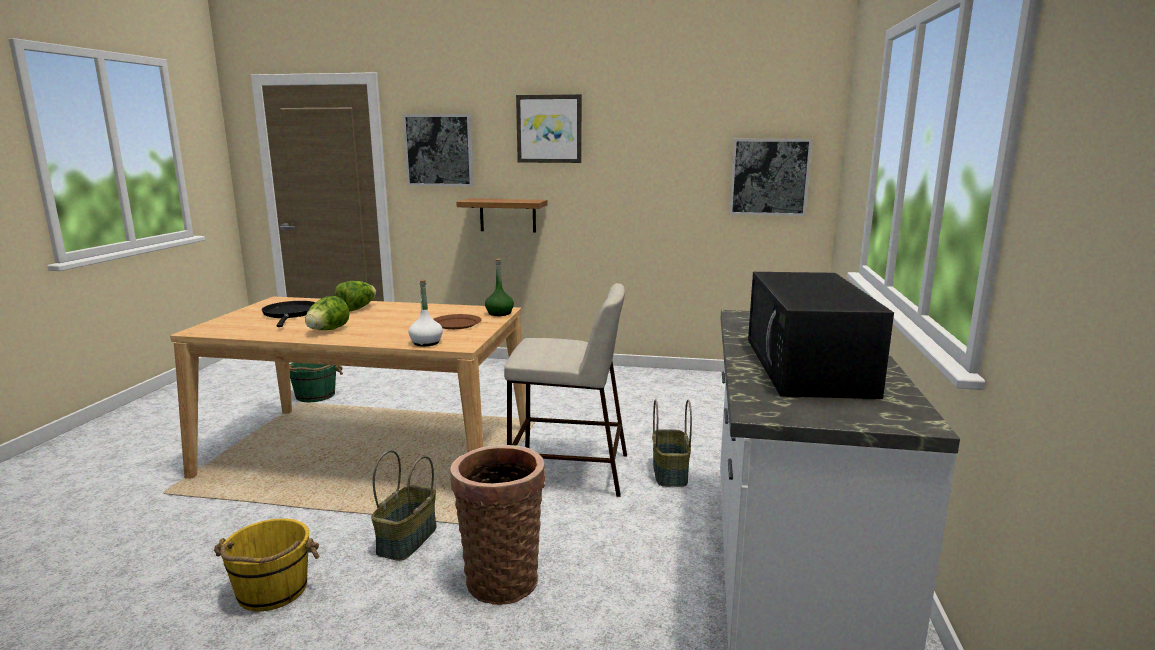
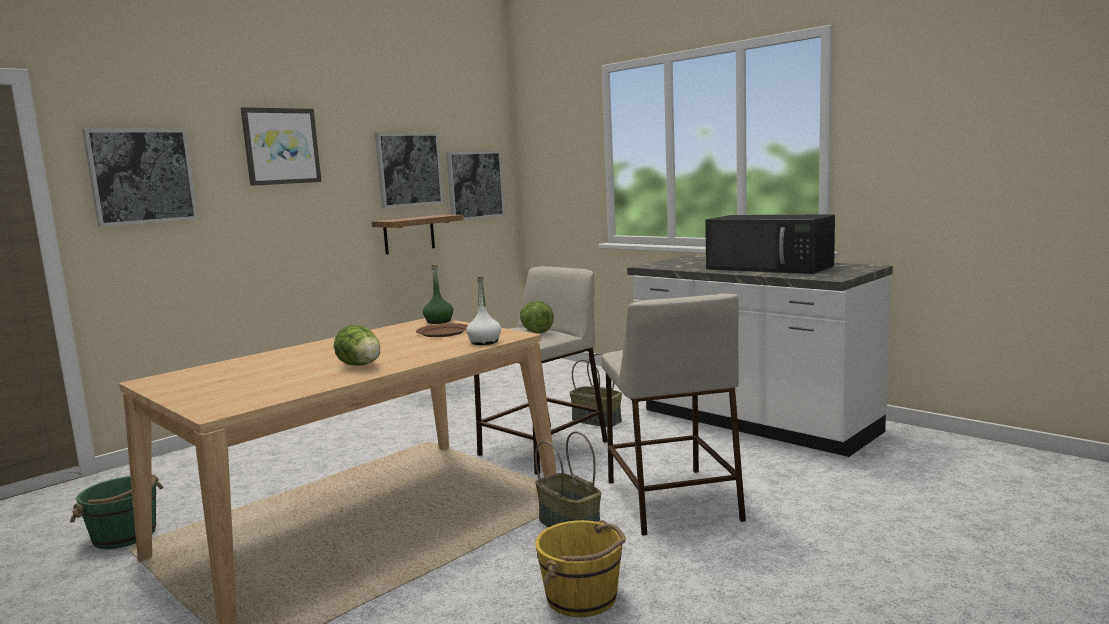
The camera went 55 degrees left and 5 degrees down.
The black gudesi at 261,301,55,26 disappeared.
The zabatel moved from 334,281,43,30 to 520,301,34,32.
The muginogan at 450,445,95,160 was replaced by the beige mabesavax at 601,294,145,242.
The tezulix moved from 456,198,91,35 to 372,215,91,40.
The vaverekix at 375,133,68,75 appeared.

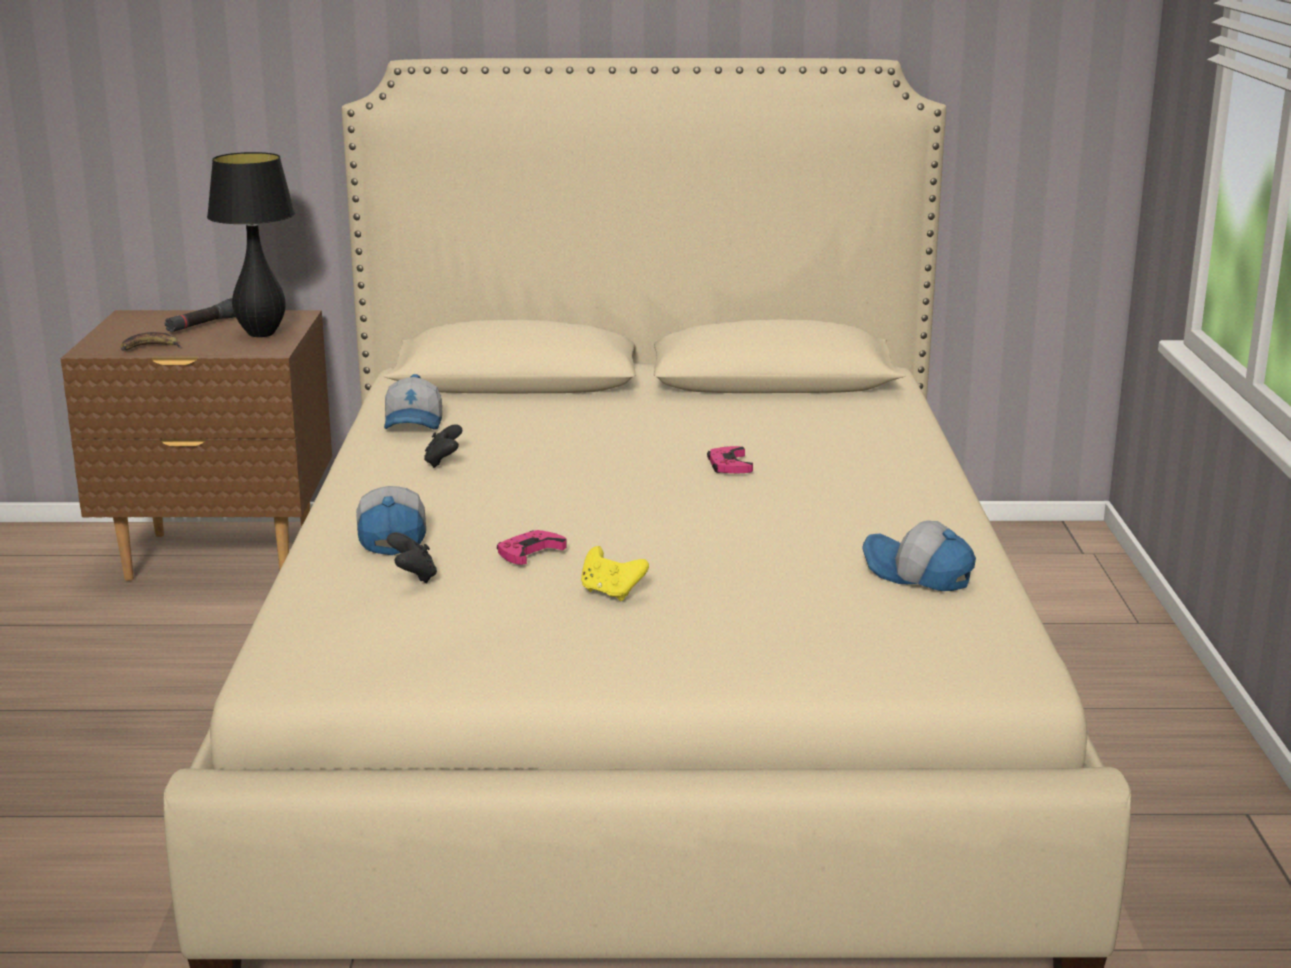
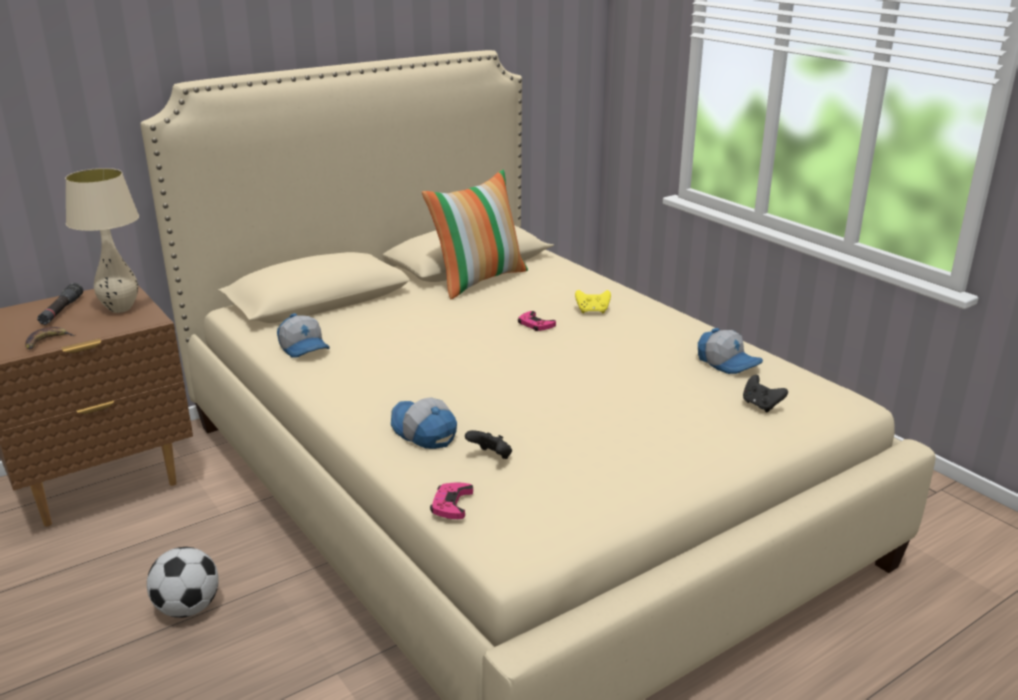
The camera went 35 degrees left and 5 degrees up.
The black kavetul at 207,152,88,185 became the beige kavetul at 65,168,74,145.
The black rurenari moved from 424,424,38,44 to 743,375,45,37.
The pink rurenari moved from 497,530,70,35 to 430,483,43,36.
The yellow rurenari moved from 581,546,68,55 to 575,290,36,24.
The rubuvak at 862,521,114,70 turned 135 degrees counterclockwise.
The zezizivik at 147,547,72,71 appeared.
The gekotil at 422,169,106,131 appeared.

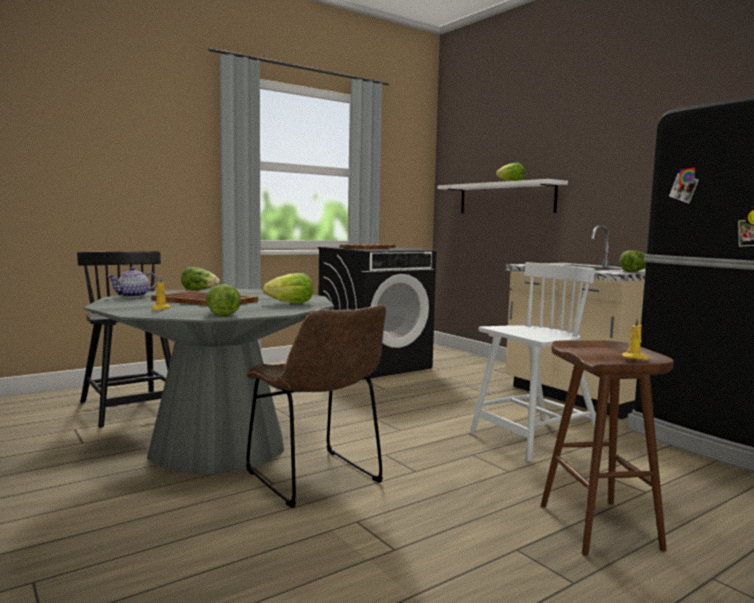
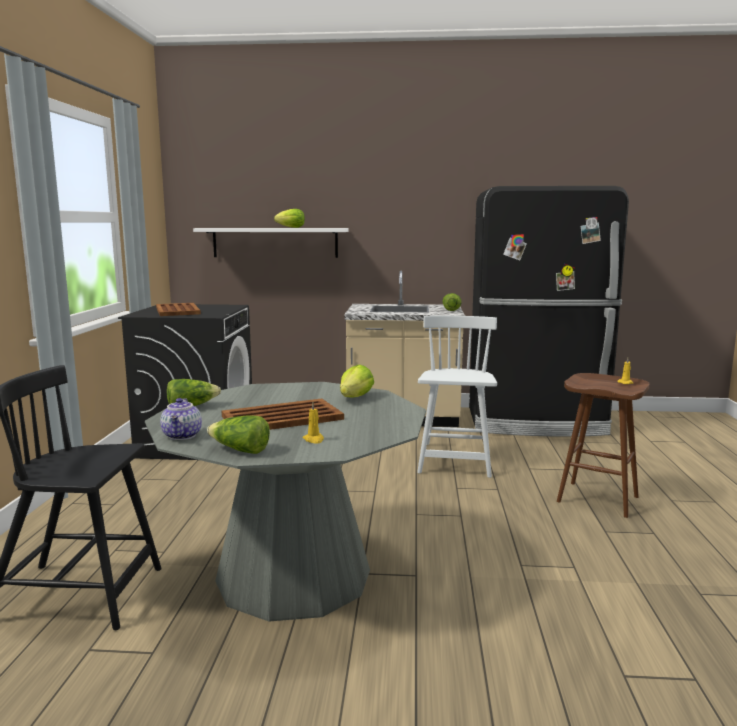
The camera went 50 degrees left and 5 degrees up.
The zabatel moved from 206,284,35,32 to 207,415,63,39.
The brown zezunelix at 246,305,140,203 disappeared.

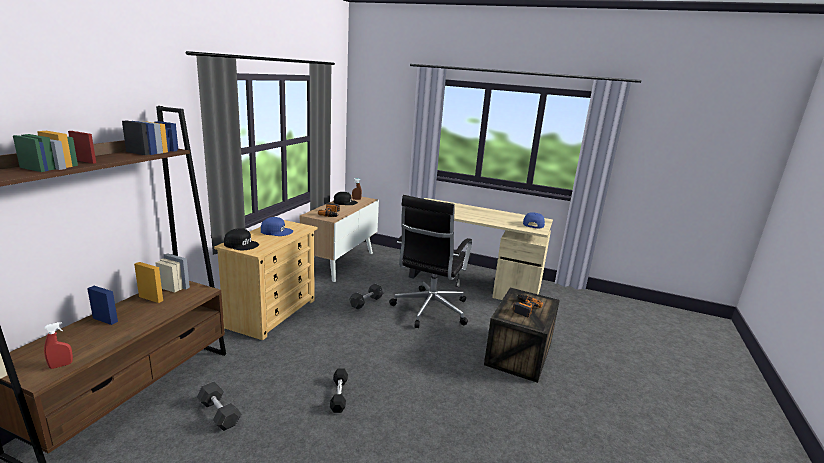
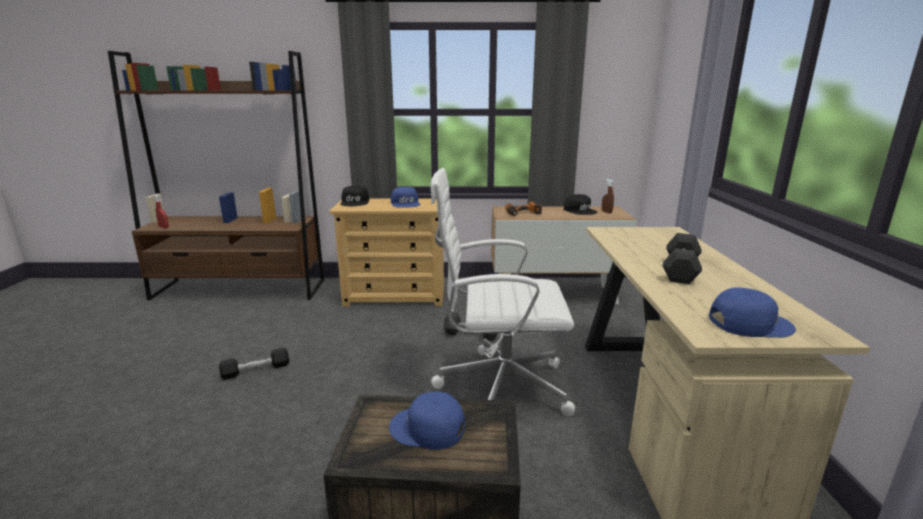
The camera went 70 degrees right and 0 degrees up.
The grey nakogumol moved from 197,381,44,50 to 663,233,39,51.
The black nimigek at 389,195,83,133 became the white nimigek at 431,168,144,248.
The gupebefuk at 512,294,31,23 was replaced by the blue rubuvak at 389,392,76,58.

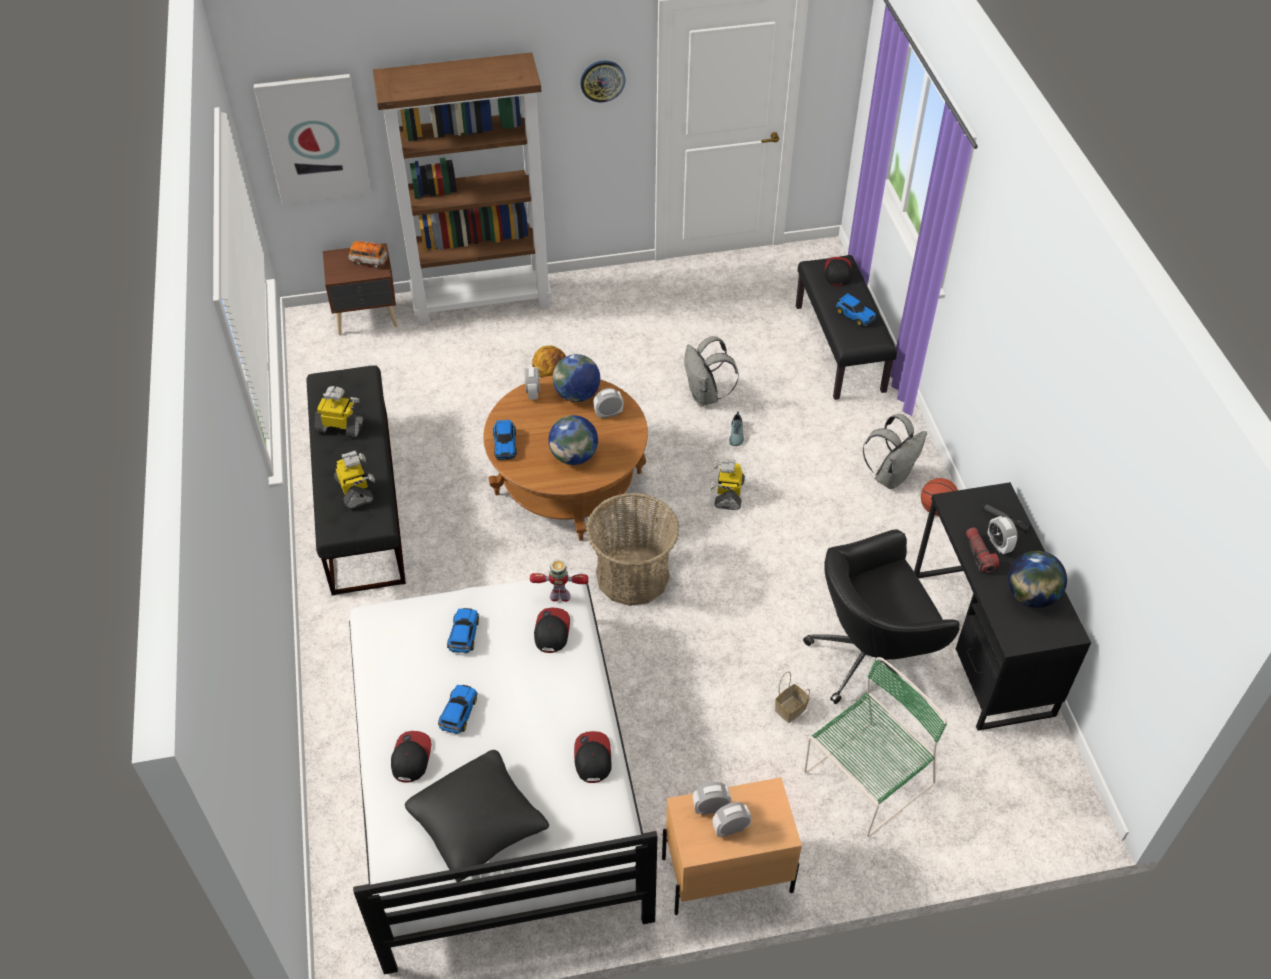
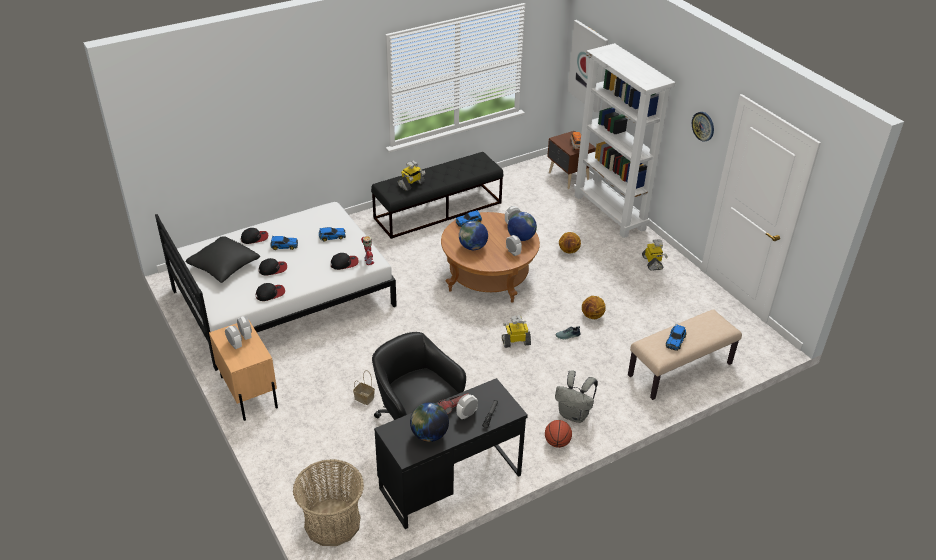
The camera went 70 degrees right and 10 degrees down.
The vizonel moved from 314,386,50,51 to 642,239,26,31.
The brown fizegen at 373,52,179,274 became the white fizegen at 574,43,101,195.
The muginogan moved from 586,493,93,113 to 293,459,71,87.
The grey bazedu at 684,336,55,70 was replaced by the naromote at 582,296,24,23.
The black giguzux at 796,255,101,145 became the beige giguzux at 628,309,114,91.
The green zezunelix at 804,657,143,180 disappeared.
The rubuvak moved from 825,257,27,29 to 259,258,28,18.

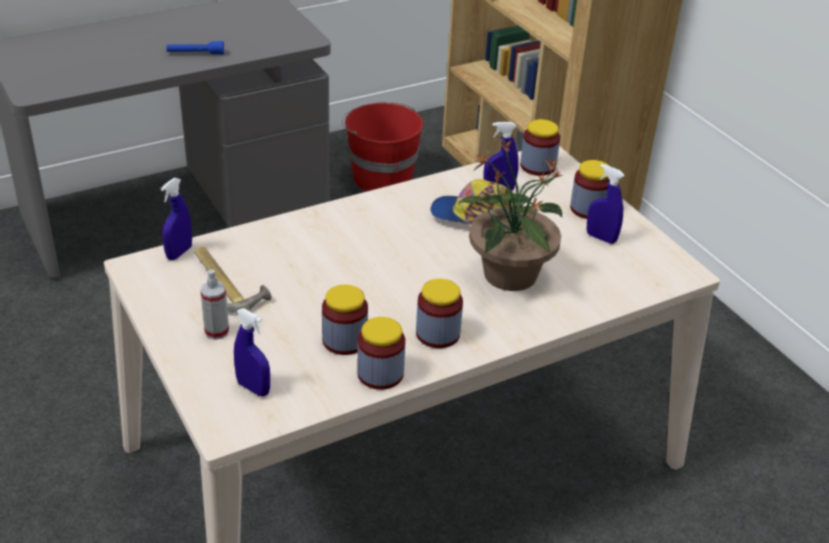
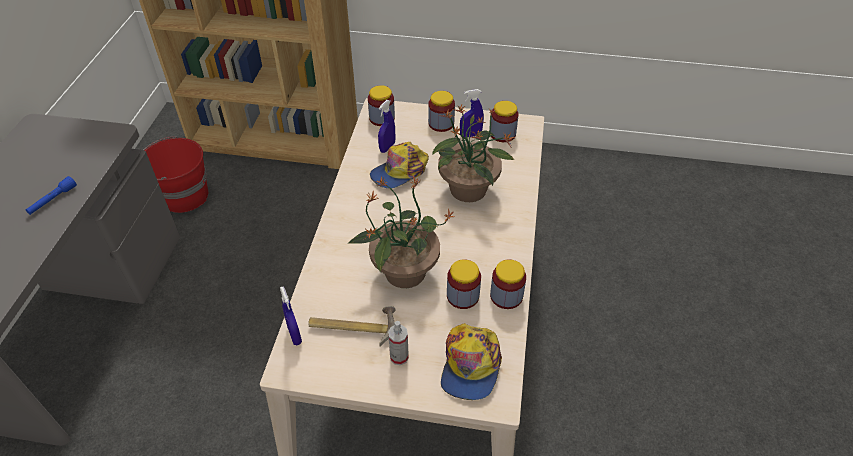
The camera went 50 degrees left and 10 degrees up.
The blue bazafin at 234,308,36,88 was replaced by the rubuvak at 441,323,61,77.
The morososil moved from 416,279,47,69 to 490,101,29,41.
The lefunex at 347,176,107,112 appeared.

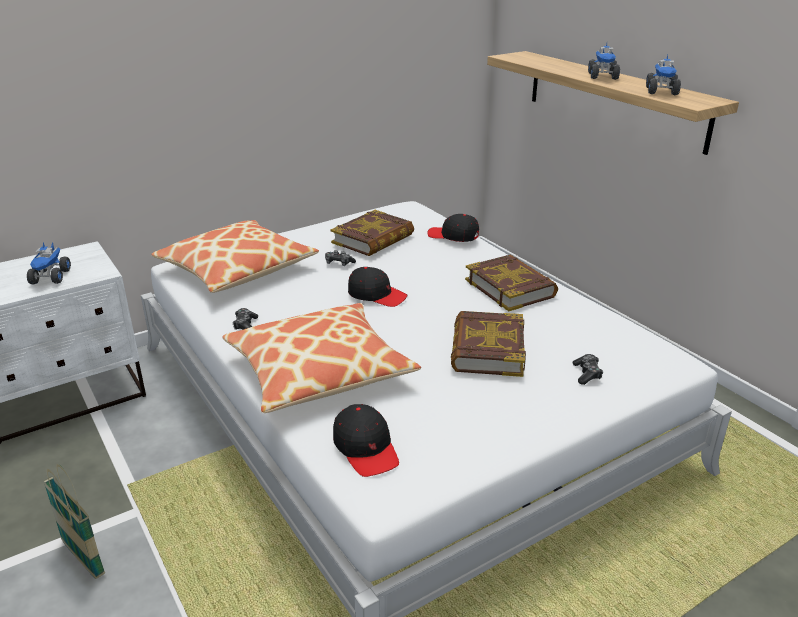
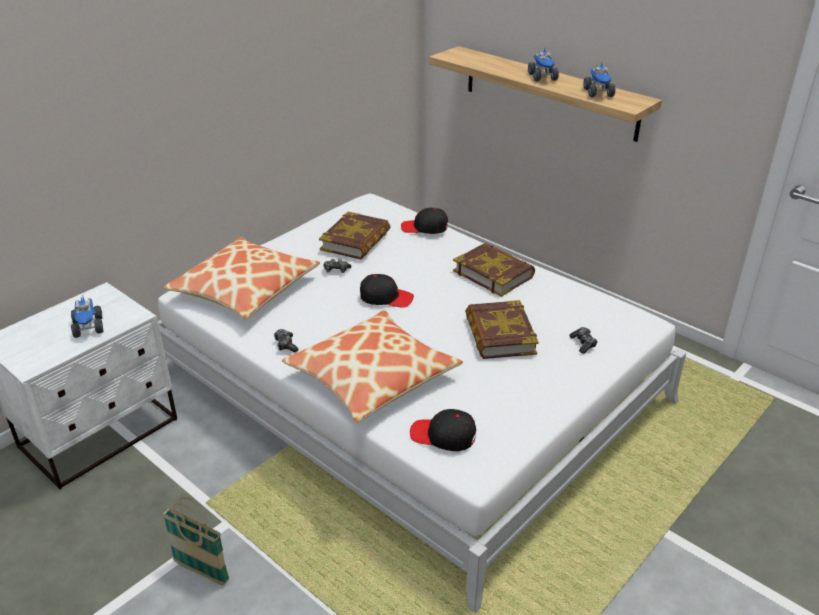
The camera went 15 degrees left and 5 degrees up.
The black rubuvak at 333,404,66,73 turned 150 degrees clockwise.

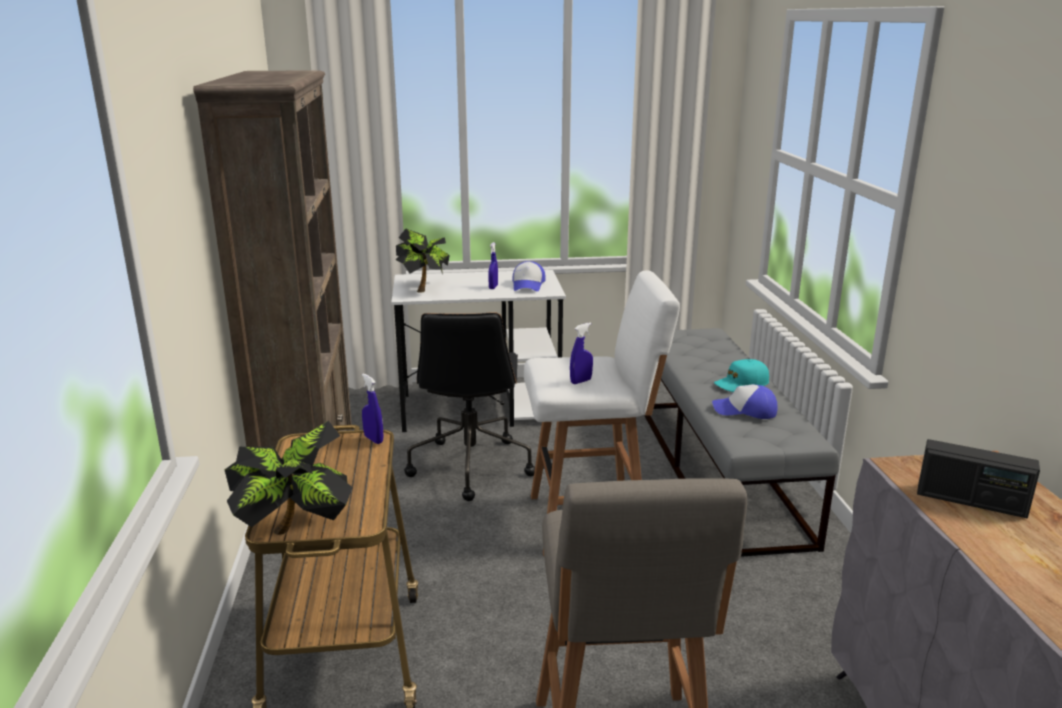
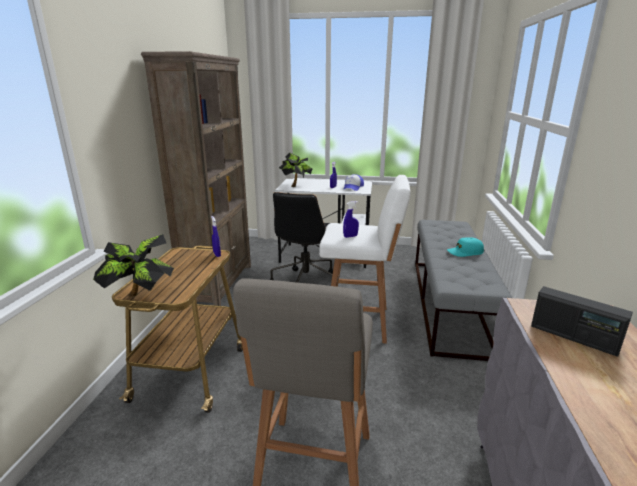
The camera went 15 degrees right and 0 degrees up.
The rubuvak at 712,384,66,35 disappeared.

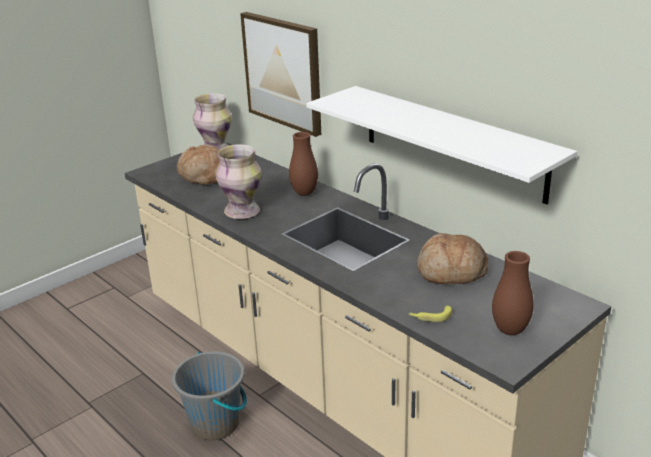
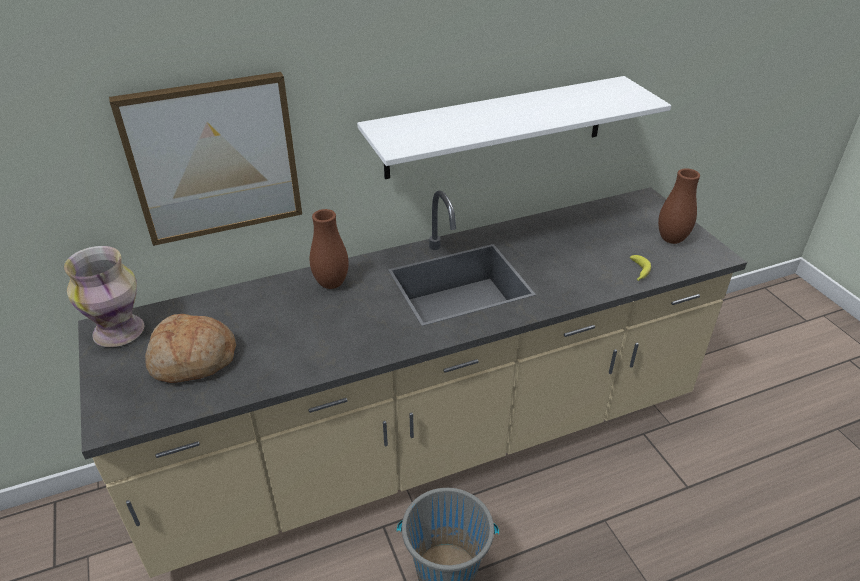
The camera went 70 degrees left and 10 degrees up.
The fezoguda at 215,144,47,75 disappeared.
The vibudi at 417,233,71,51 disappeared.

